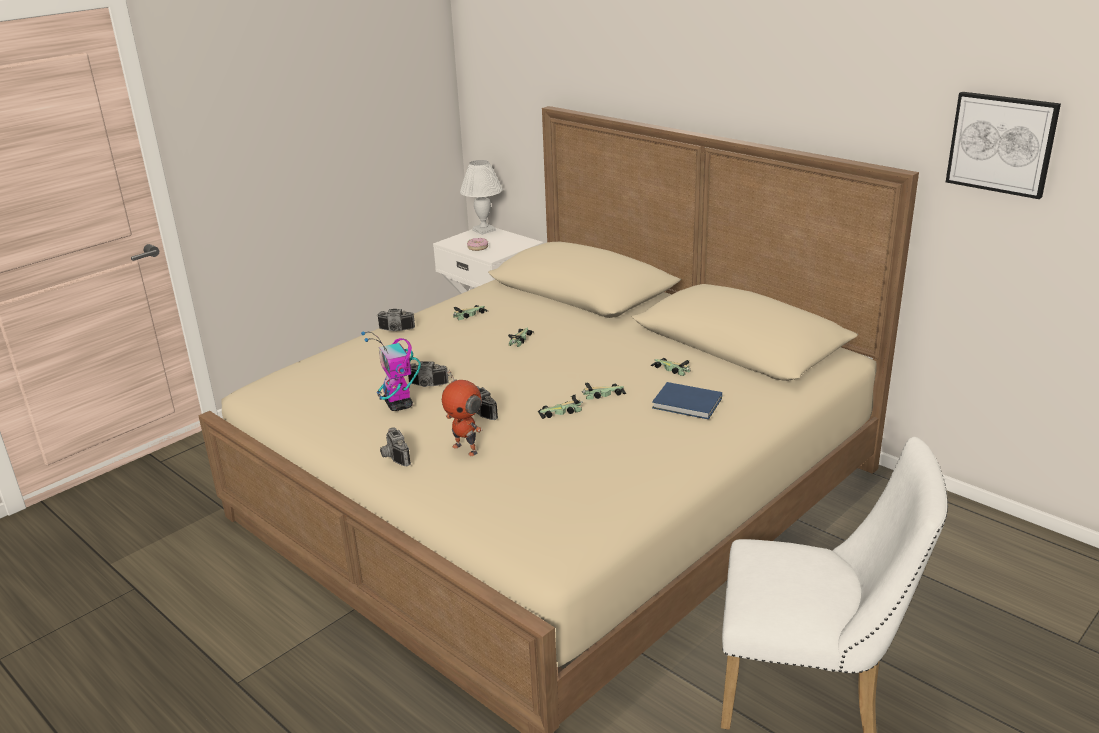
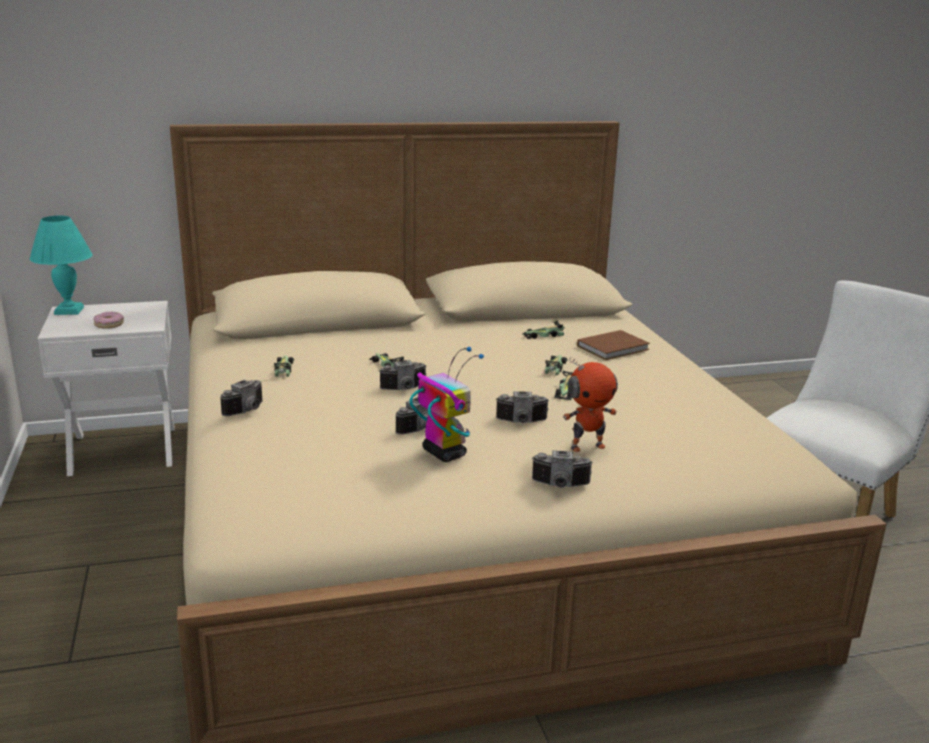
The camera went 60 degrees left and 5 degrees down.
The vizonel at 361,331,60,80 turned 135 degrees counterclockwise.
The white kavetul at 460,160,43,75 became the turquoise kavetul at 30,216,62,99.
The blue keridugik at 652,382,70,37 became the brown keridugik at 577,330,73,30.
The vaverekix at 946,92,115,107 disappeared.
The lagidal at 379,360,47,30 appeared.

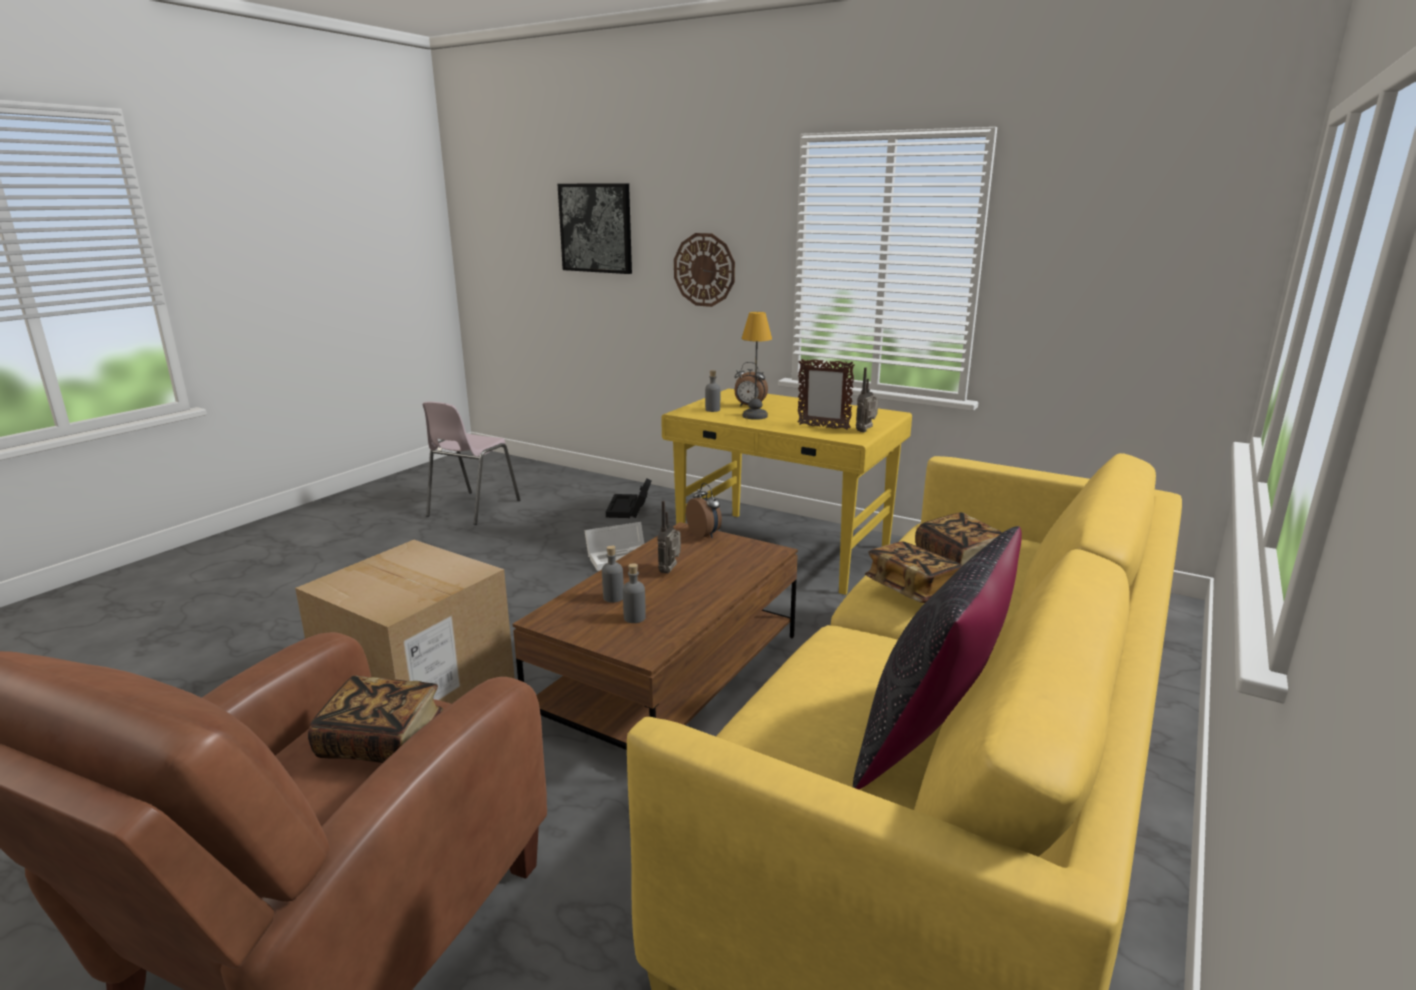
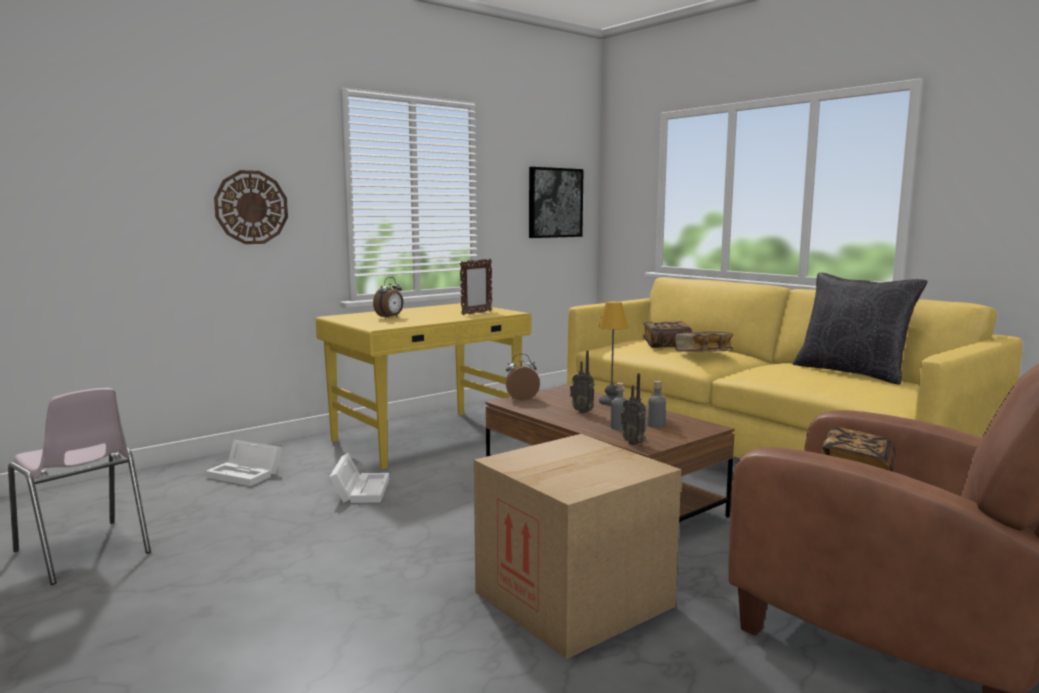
The camera went 70 degrees left and 10 degrees down.
The vaverekix moved from 558,183,74,91 to 529,167,55,71.
The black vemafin at 606,478,46,40 became the white vemafin at 206,440,76,46.
The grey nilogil at 705,370,15,42 disappeared.
The kavetul moved from 741,312,31,108 to 598,301,30,105.
The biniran moved from 856,367,22,65 to 621,373,27,73.

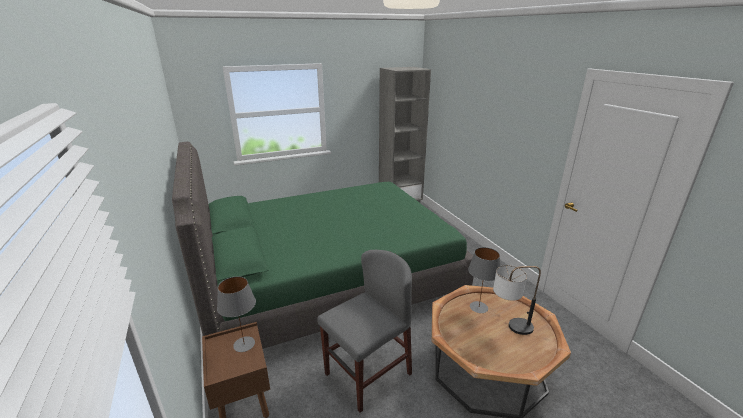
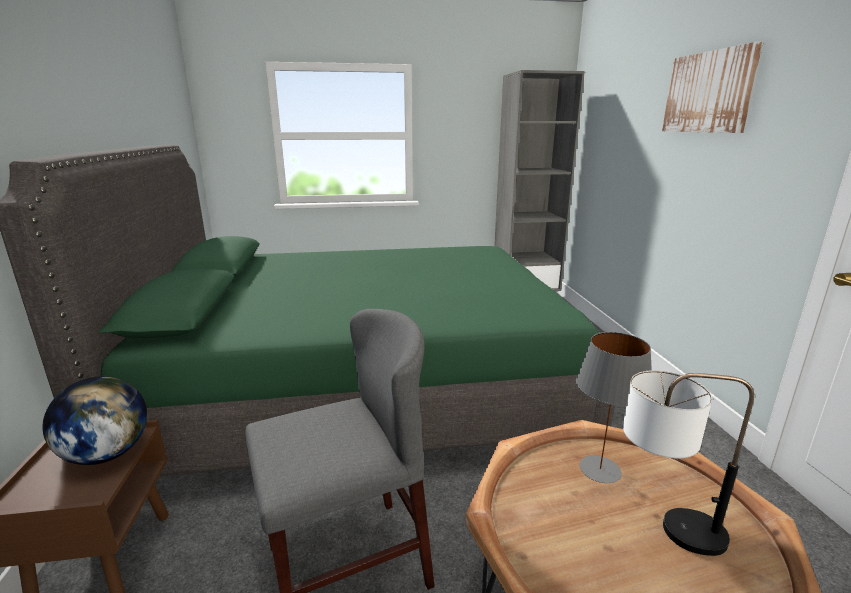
The camera went 15 degrees right and 5 degrees down.
The grey kavetul at 217,276,39,76 was replaced by the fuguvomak at 43,376,104,89.
The vaverekix at 662,42,101,91 appeared.

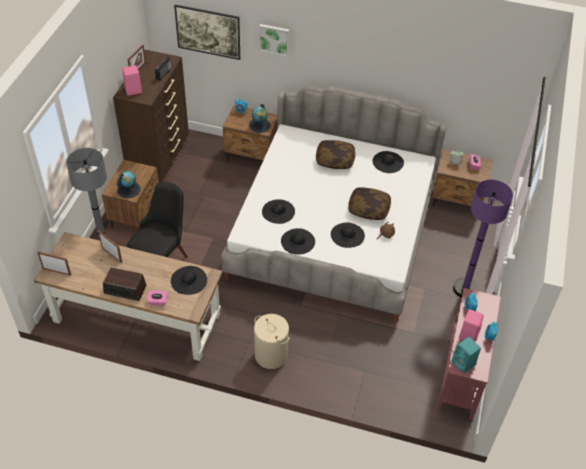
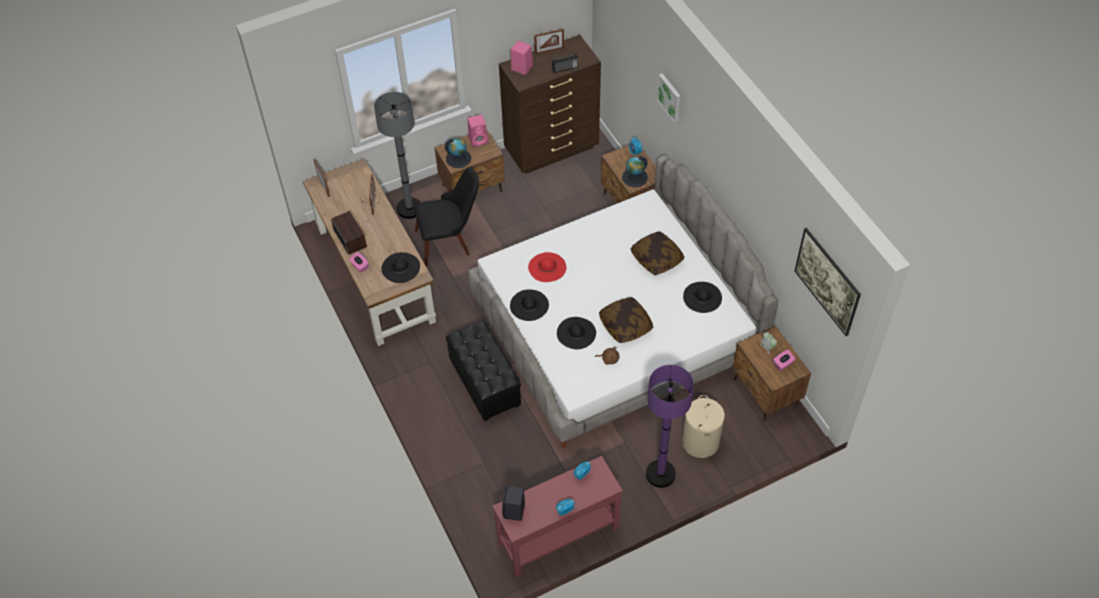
The camera went 50 degrees right and 5 degrees up.
The vaverekix moved from 174,5,66,55 to 794,228,67,108.
The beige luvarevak moved from 254,314,36,55 to 682,395,43,63.
The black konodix at 262,199,33,25 became the red konodix at 528,252,38,30.
The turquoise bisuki at 452,337,29,36 became the black bisuki at 502,486,23,35.
The pink bisuki moved from 459,309,25,32 to 468,115,20,32.
The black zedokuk at 446,321,75,100 appeared.

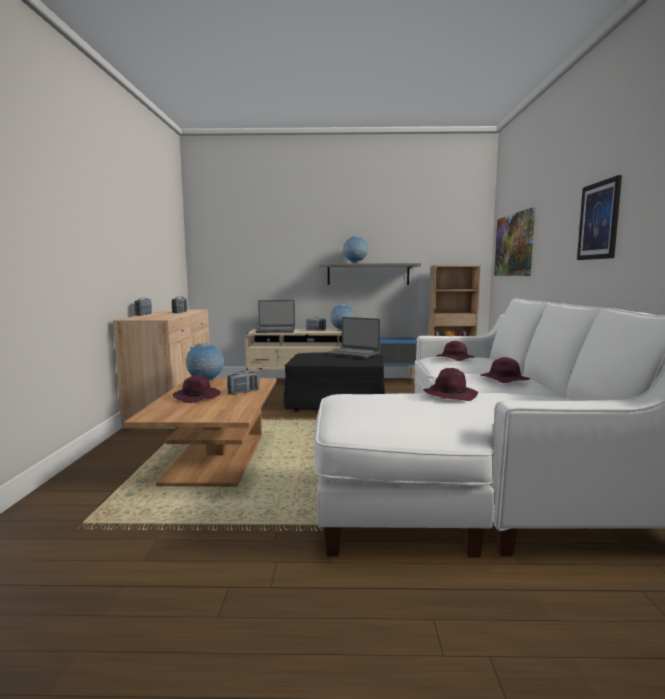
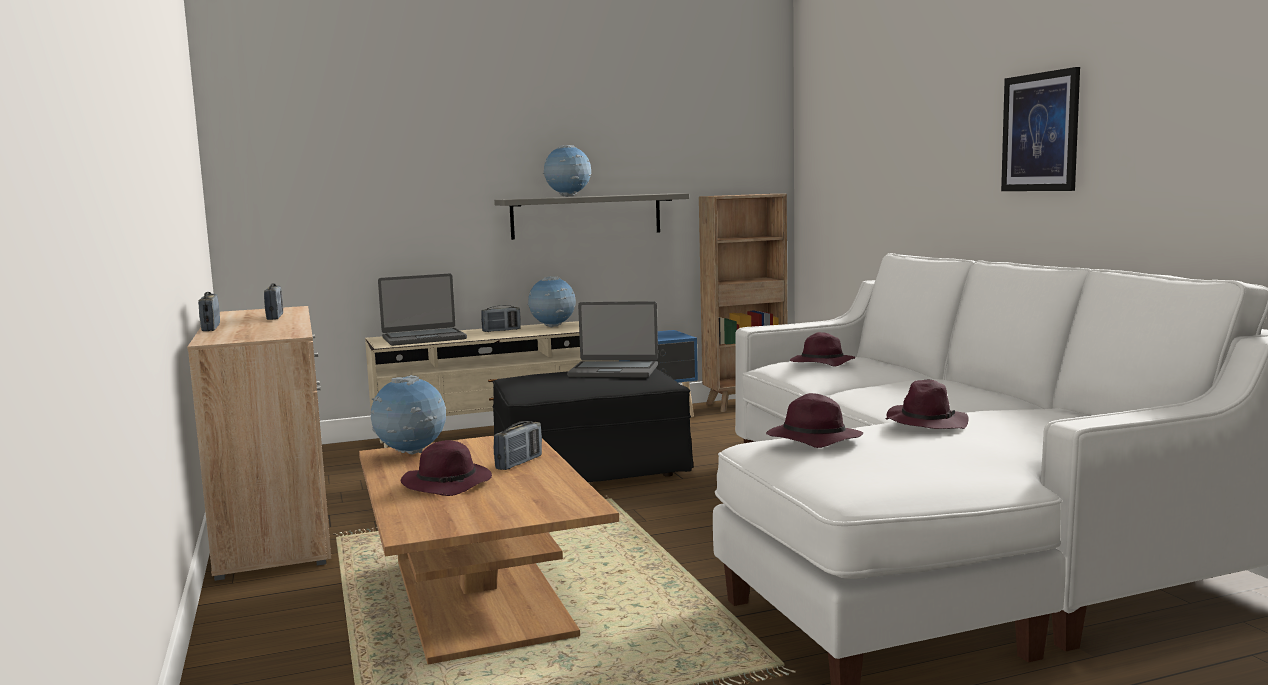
The camera went 20 degrees left and 0 degrees up.
The purple konodix moved from 481,357,49,26 to 766,393,97,55.
The vaverekix at 494,208,41,68 disappeared.

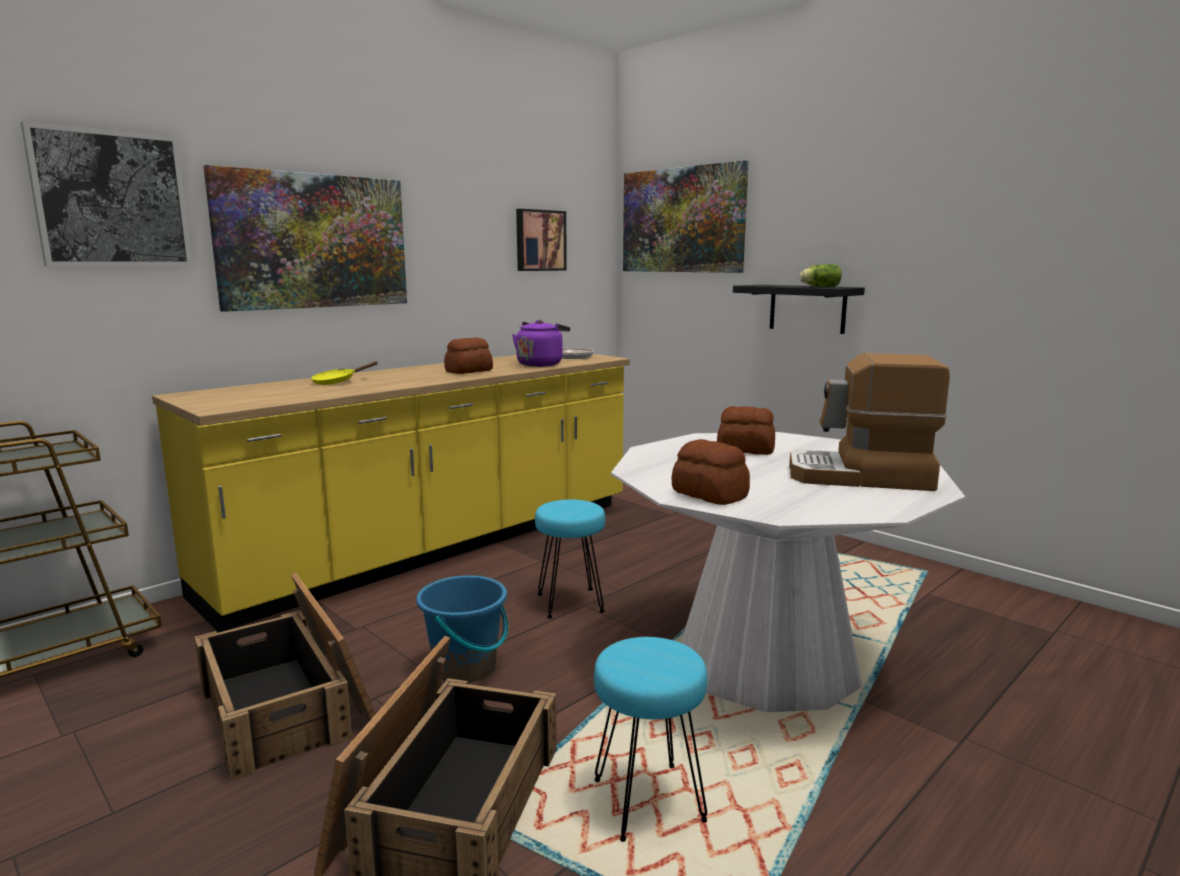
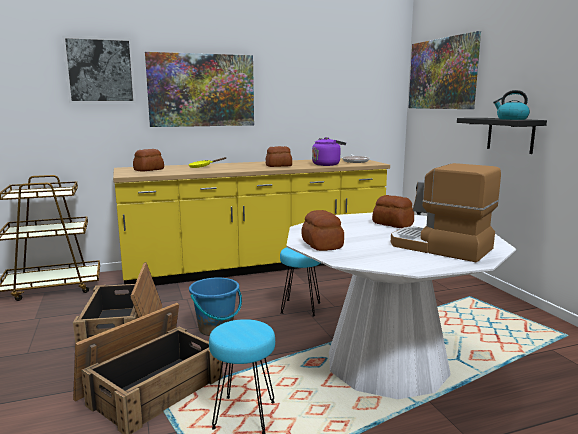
The camera went 25 degrees right and 0 degrees up.
The vaverekix at 516,209,51,62 disappeared.
The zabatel at 799,264,43,23 was replaced by the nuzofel at 493,90,37,30.
The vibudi at 133,149,31,23 appeared.

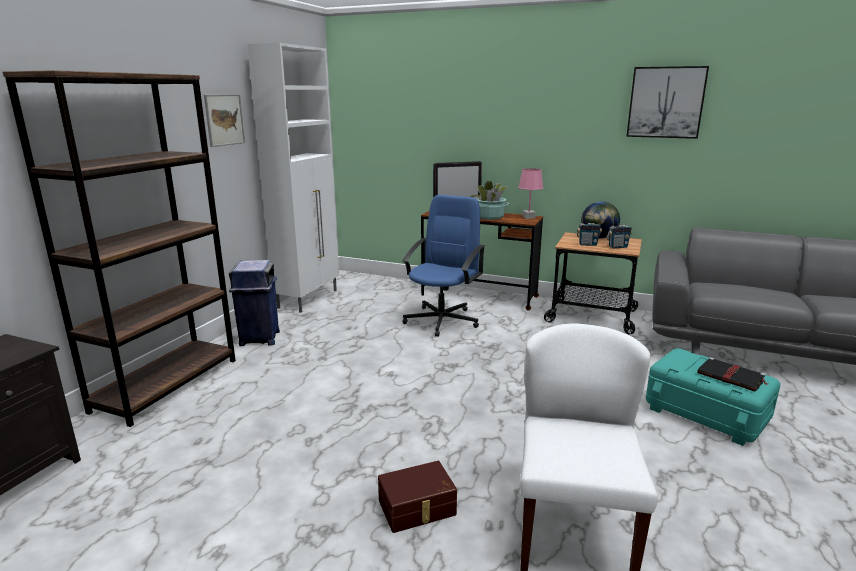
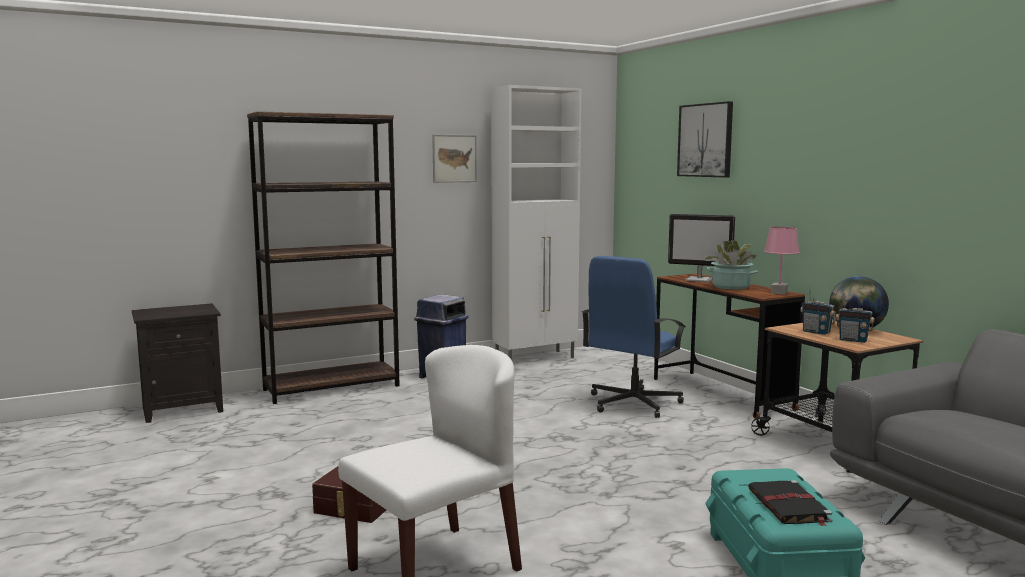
The camera went 40 degrees right and 10 degrees down.
The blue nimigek at 402,195,83,142 turned 150 degrees clockwise.
The vaverekix moved from 626,66,83,73 to 677,101,56,77.

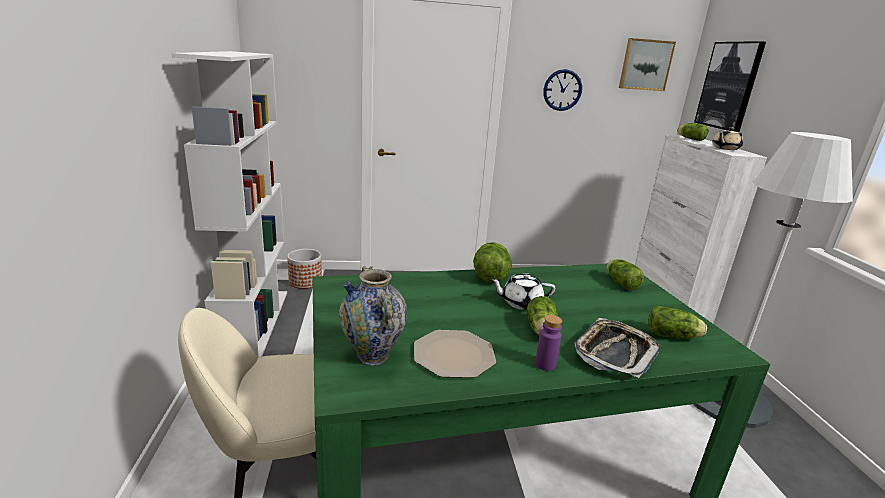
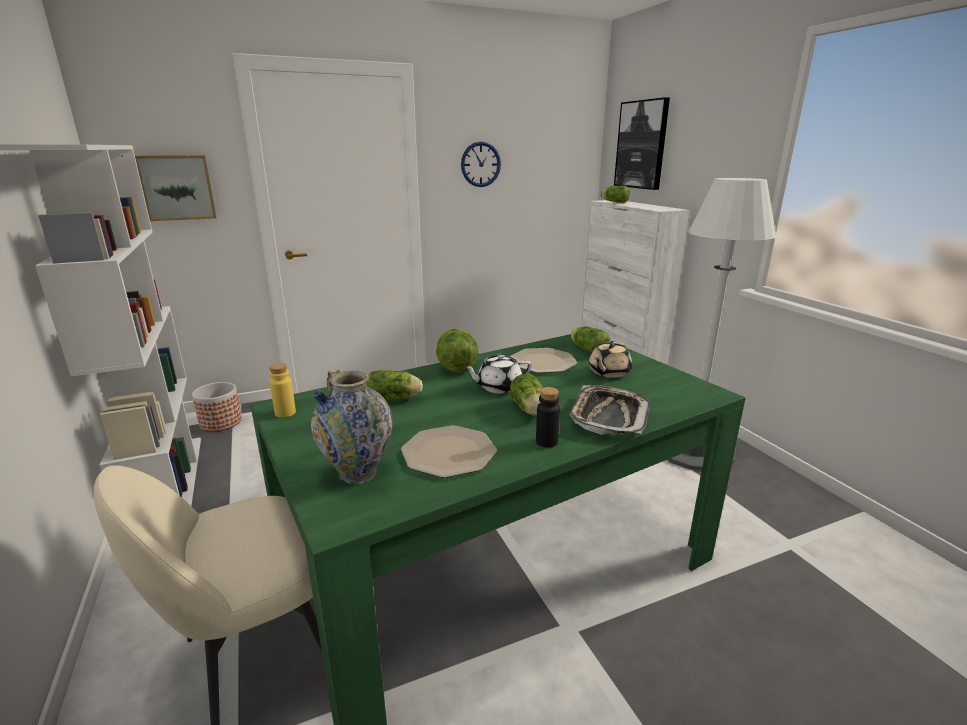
The camera went 15 degrees left and 0 degrees up.
The purple nilogil at 535,315,27,56 became the black nilogil at 536,387,24,61.
The vaverekix moved from 619,38,57,53 to 135,155,82,66.
The zabatel moved from 648,306,59,33 to 366,370,57,31.
The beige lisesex moved from 712,127,31,23 to 589,341,43,37.
The yellow nilogil at 269,363,27,55 appeared.
The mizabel at 510,348,67,25 appeared.

